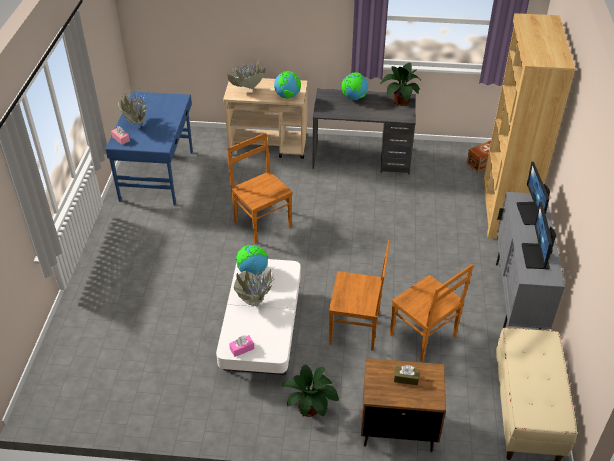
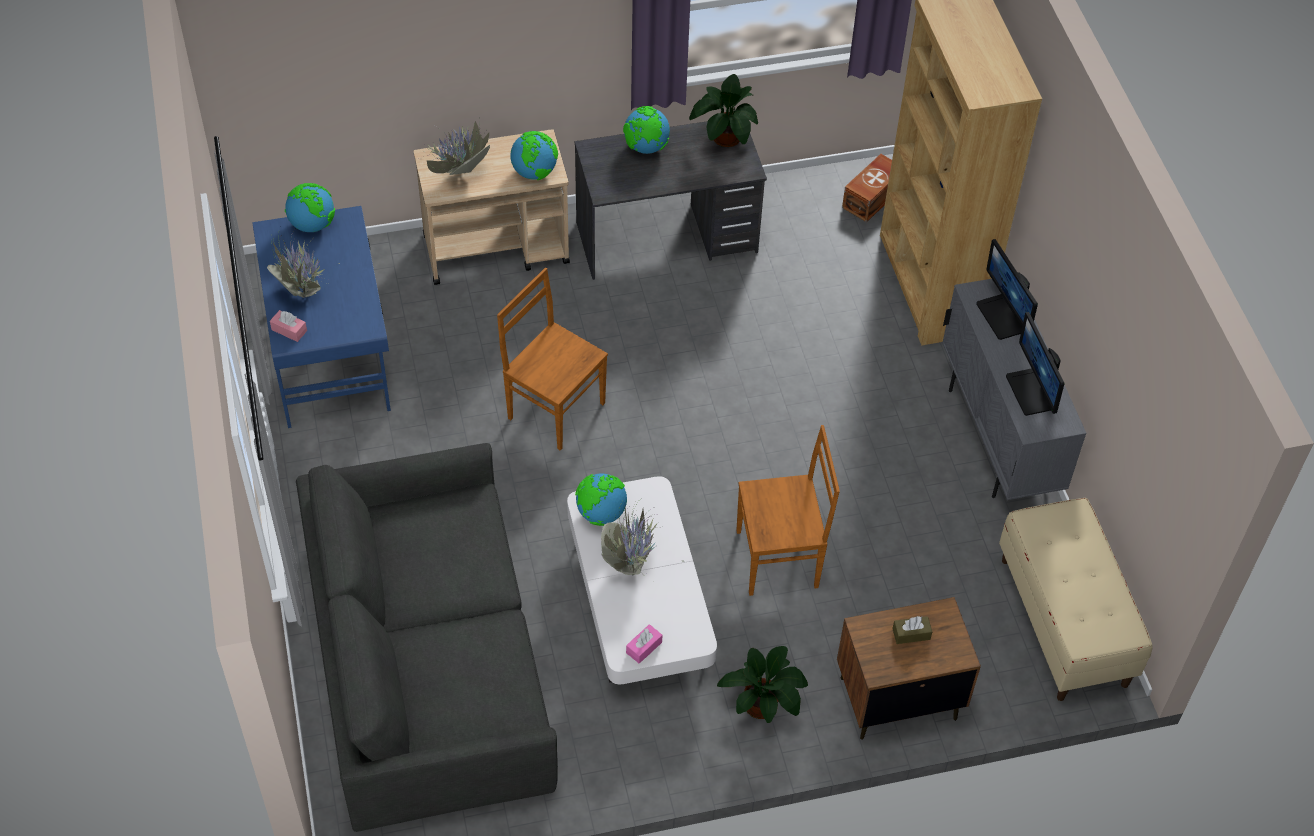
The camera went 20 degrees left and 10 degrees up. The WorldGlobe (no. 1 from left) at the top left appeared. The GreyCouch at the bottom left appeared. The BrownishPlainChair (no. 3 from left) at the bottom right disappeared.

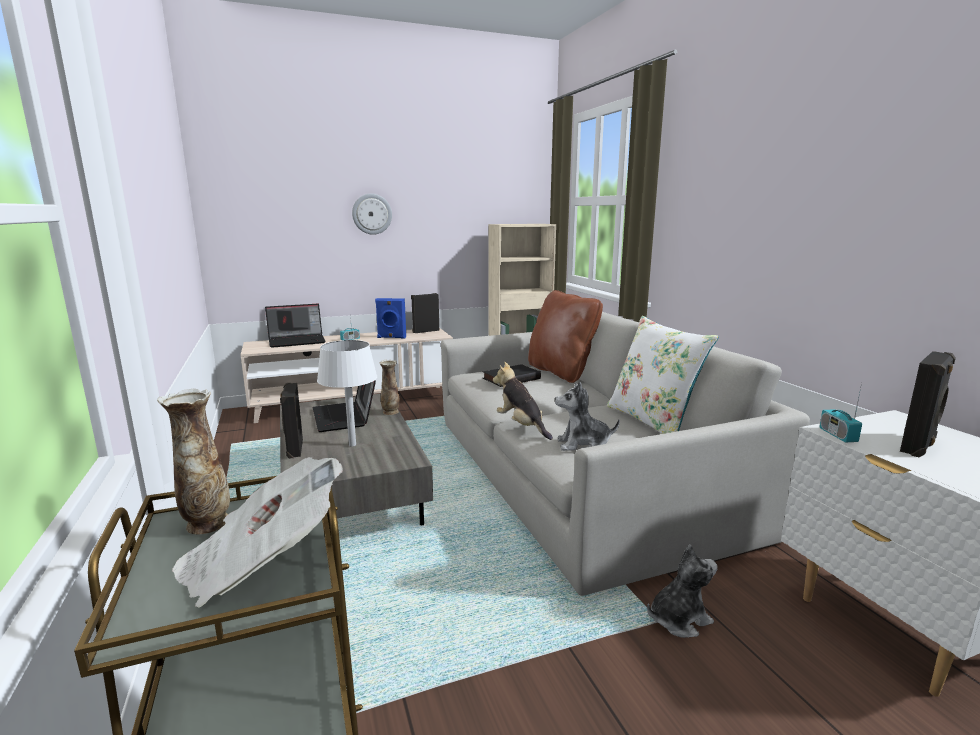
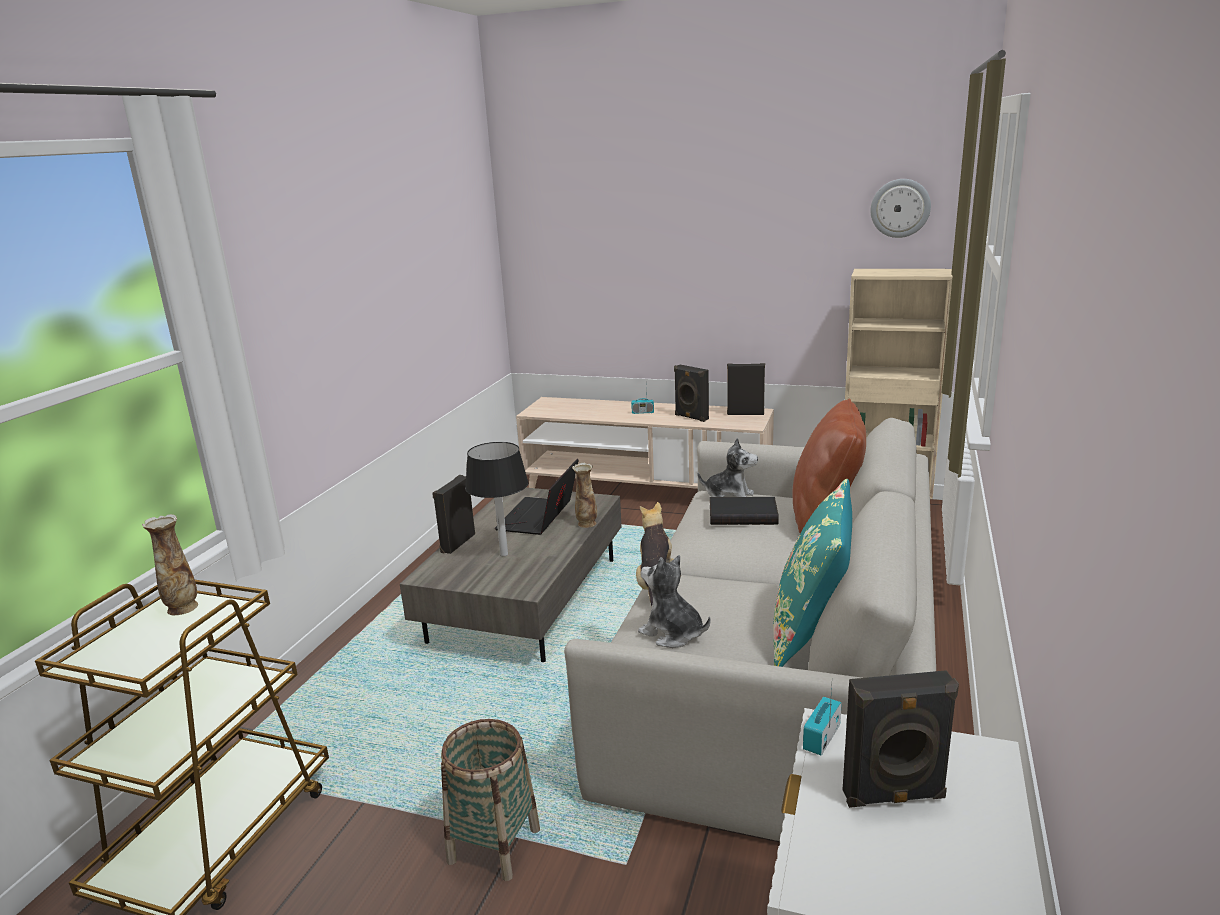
The camera went 40 degrees right and 5 degrees up. The StorageBasket at the bottom centre appeared. The WhitishTableLamp at the centre became the BlackishTableLamp at the centre. The BlueSpeaker at the centre became the BlackishSpeaker (no. 2 from left) at the centre. The CuddlyToy (no. 3 from left) moved from the bottom right to the centre. The WhitishThrowPillow at the middle right became the BlueGreenThrowPillow at the centre. The WallClock moved from the top centre to the top right. The DailyPaper at the bottom left disappeared. The Laptop (no. 1 from left) at the middle left disappeared.

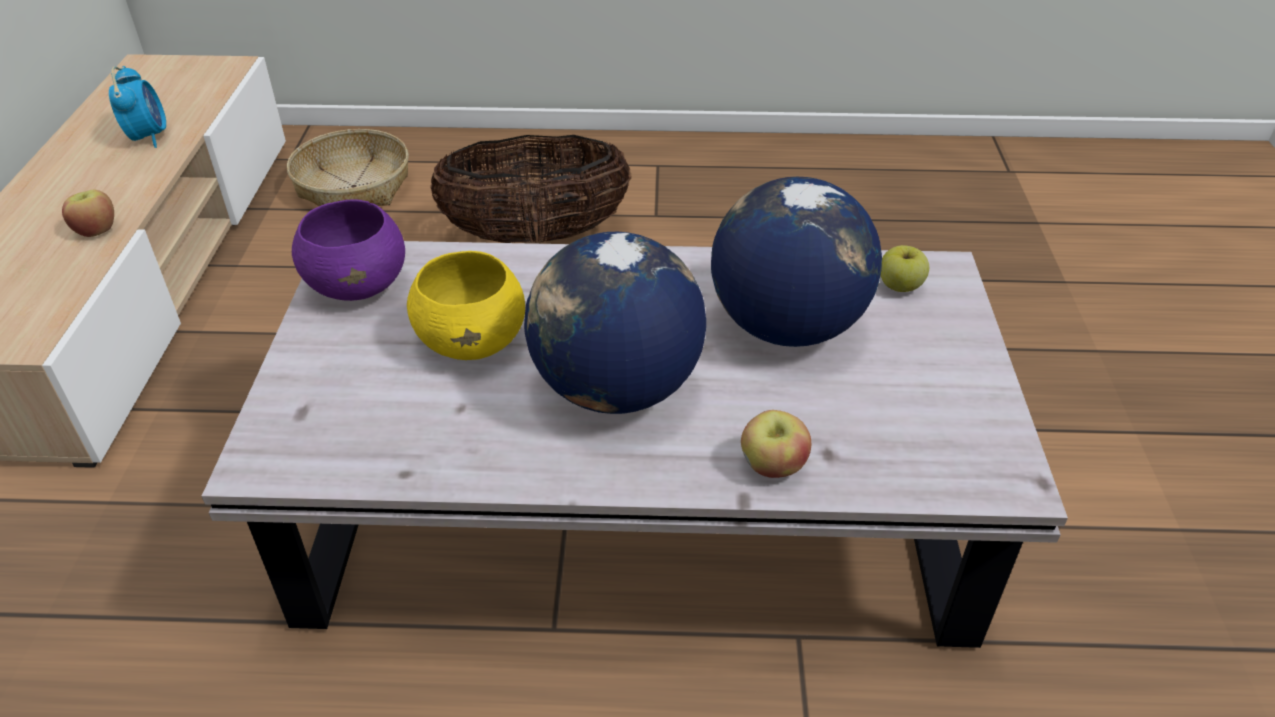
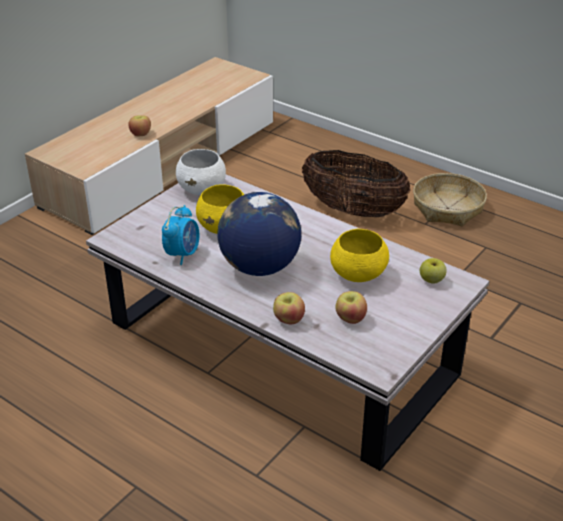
The camera went 35 degrees right and 5 degrees down. The BedsideClock moved from the top left to the middle left. The PurpleBowl at the middle left became the WhitishBowl at the top centre. The WorldGlobe (no. 2 from left) at the centre was replaced by the YellowColouredBowl (no. 2 from left) at the centre. The Apple (no. 3 from left) at the centre appeared. The StorageBasket (no. 1 from left in the first image) moved from the top left to the middle right.

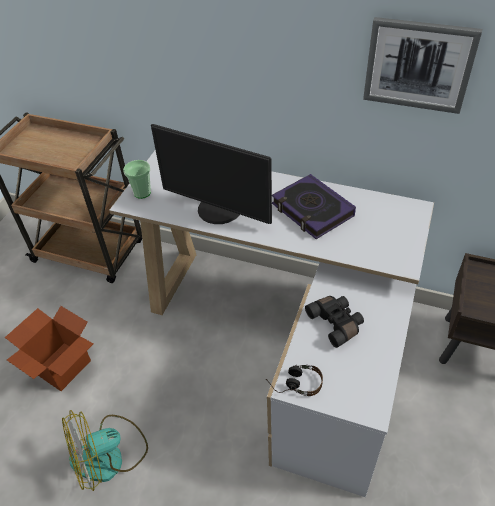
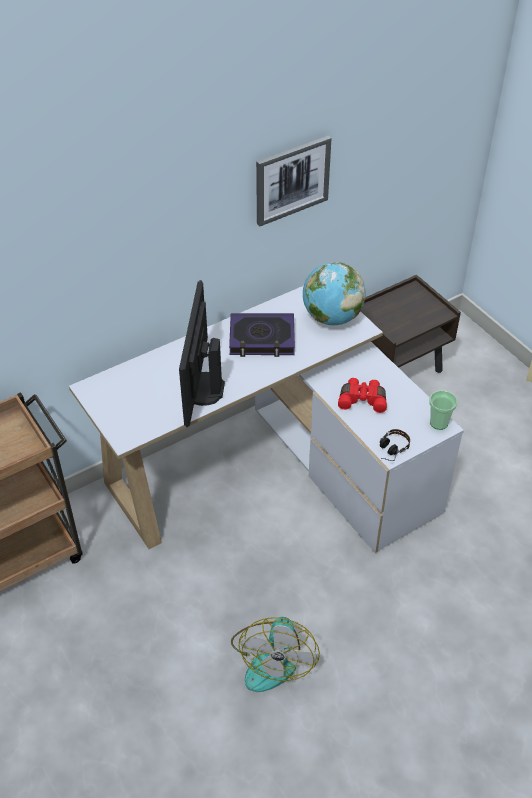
The camera went 55 degrees left and 0 degrees up. The ComputerScreen at the centre turned 120 degrees clockwise. The WorldGlobe at the centre appeared. The BlackishPairOfBinoculars at the middle right became the RedColouredPairOfBinoculars at the middle right. The DrinkingCup moved from the middle left to the middle right. The PackingBox at the bottom left disappeared.

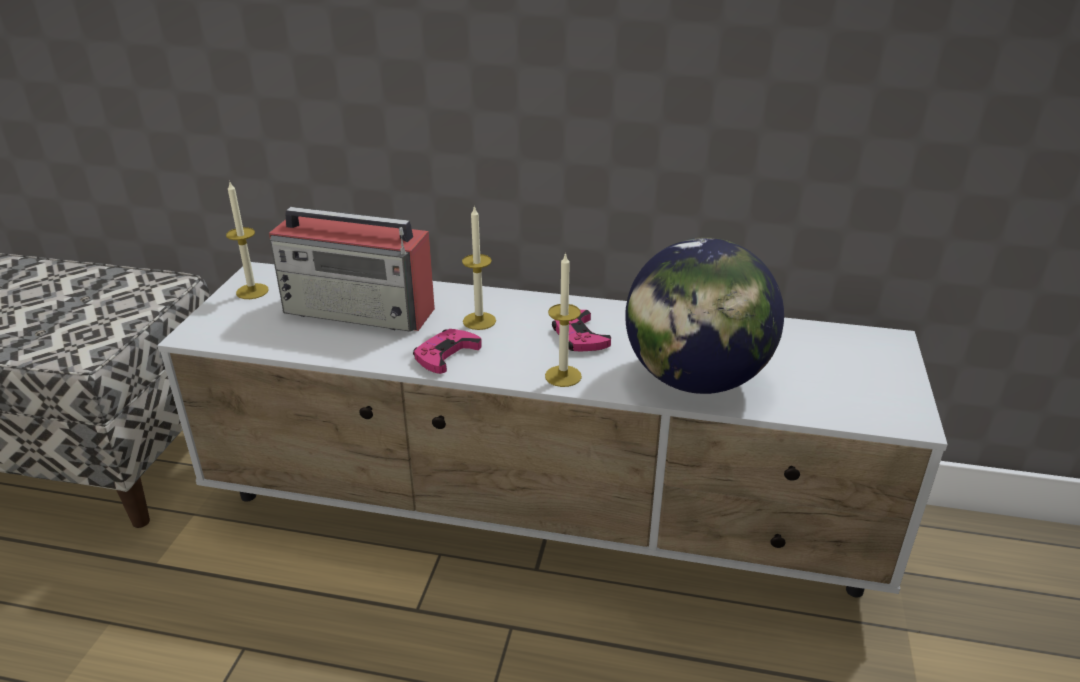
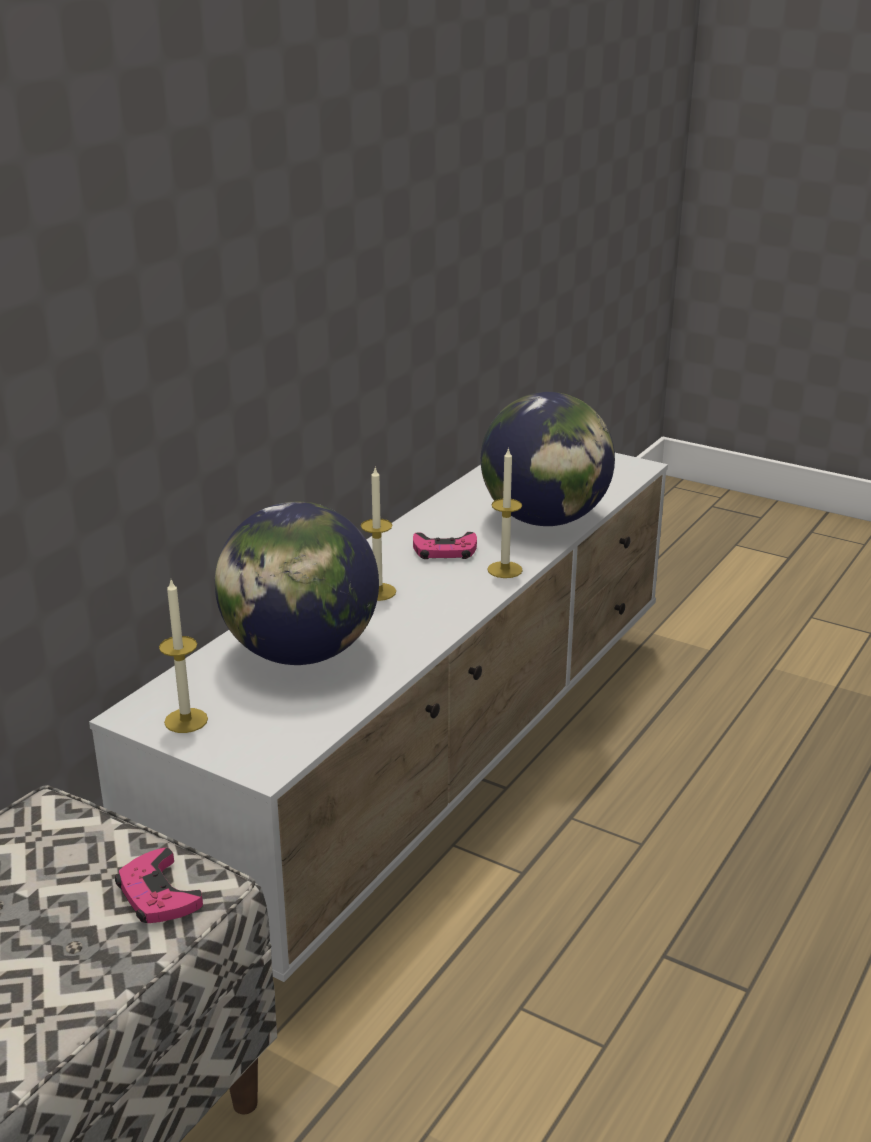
The camera went 70 degrees left and 5 degrees down. The PinkishJoypad (no. 1 from left) moved from the centre to the bottom left. The RadioSet at the middle left was replaced by the WorldGlobe (no. 1 from left) at the centre.

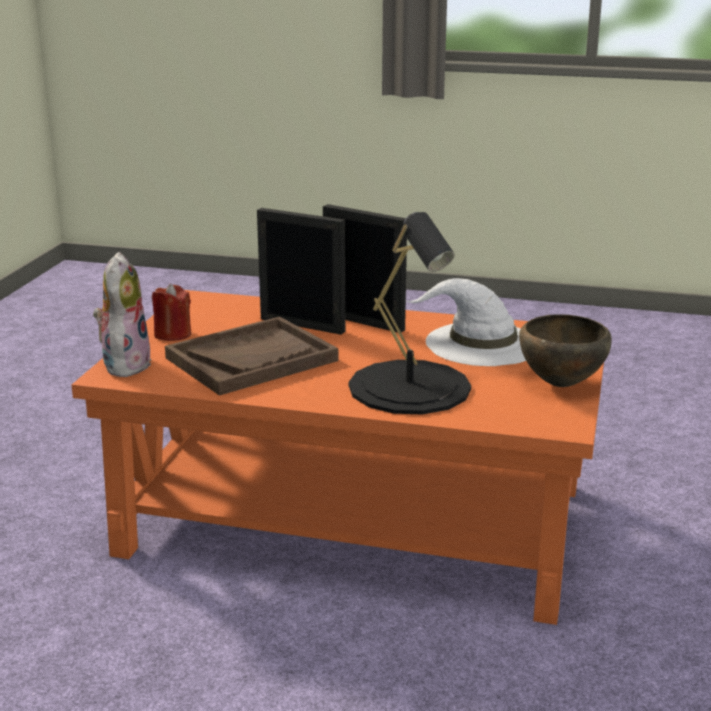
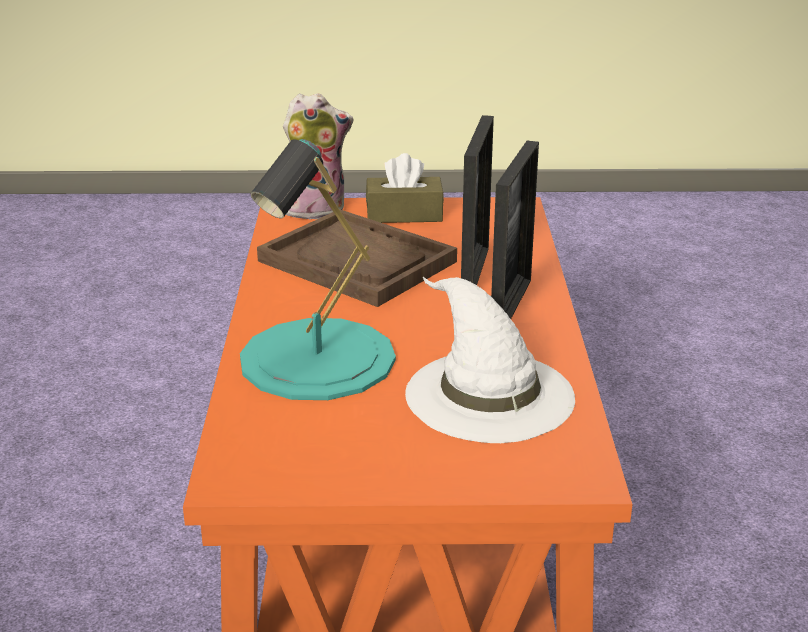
The camera went 75 degrees right and 5 degrees up. The BlackishTableLamp at the centre became the BlueGreenTableLamp at the centre. The RedColouredWaxLight at the middle left was replaced by the BrownishTissueHolder at the top centre. The BrownishBowl at the middle right disappeared.

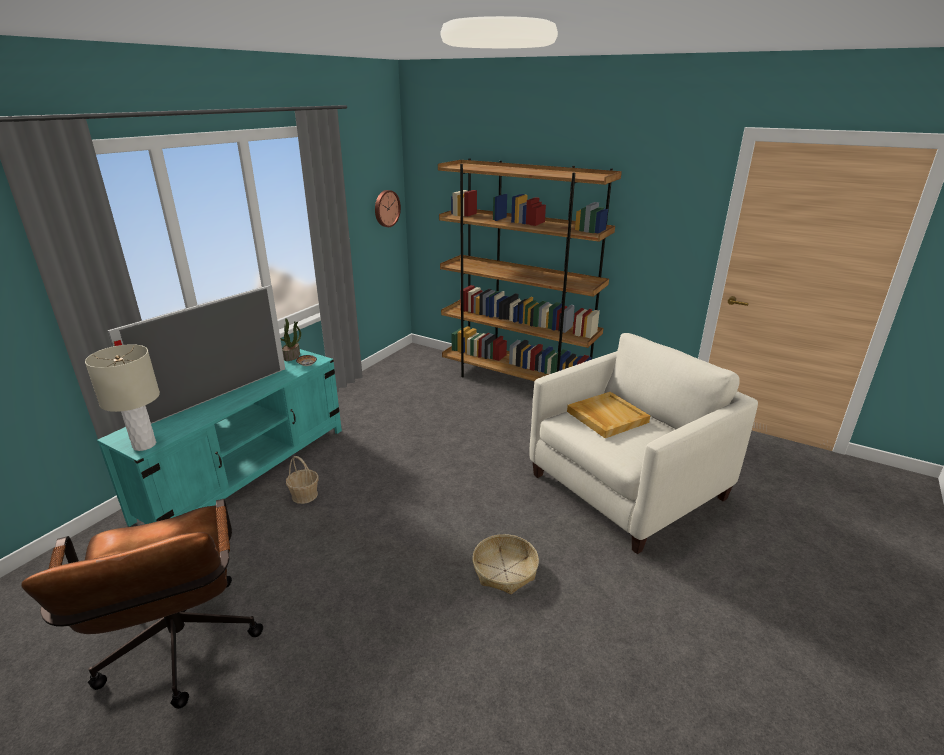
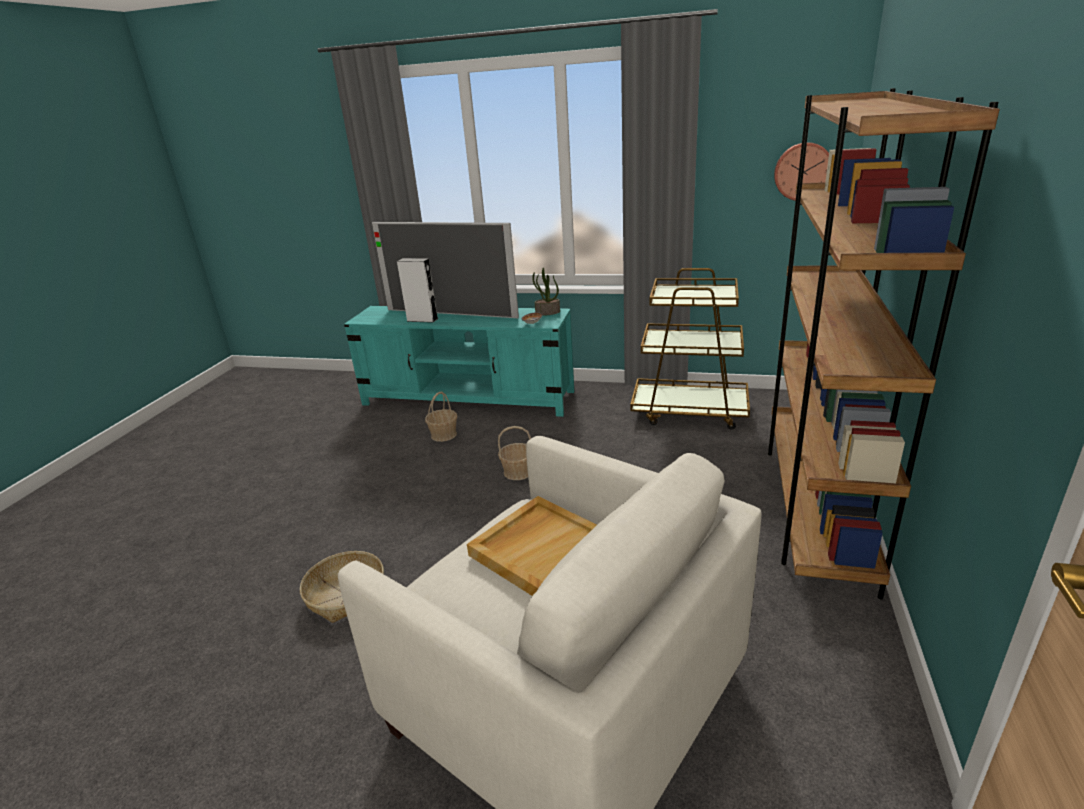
The camera went 75 degrees right and 0 degrees up. The WhitishSpeaker at the centre appeared. The StorageBasket (no. 3 from left) at the centre appeared. The BrownishTrolley at the centre appeared. The BrownishOfficeChair at the bottom left disappeared. The BeigeColouredTableLamp at the middle left disappeared.

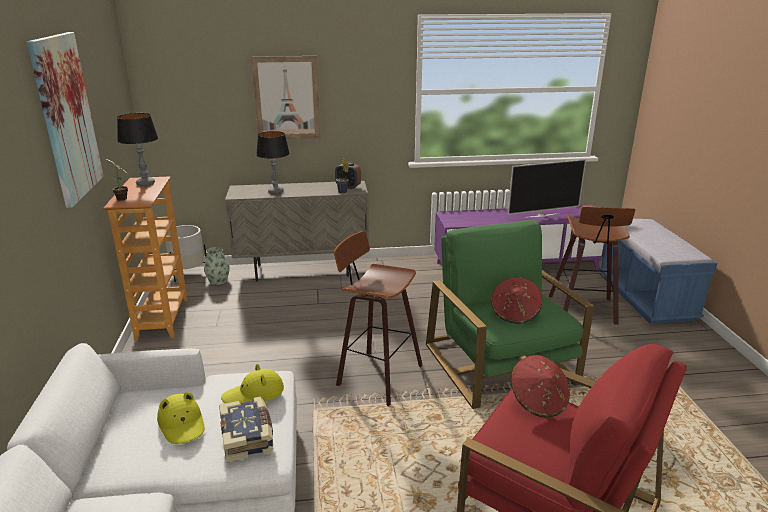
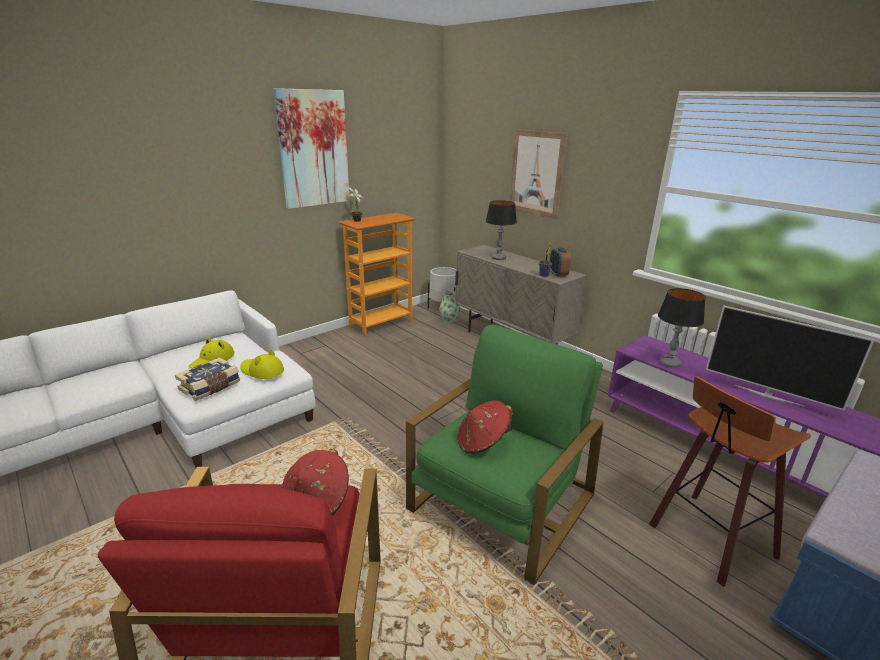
The camera went 55 degrees right and 0 degrees up. The TableLamp (no. 1 from left in the first image) moved from the top left to the middle right. The StoolSeat (no. 1 from left) at the centre disappeared.

